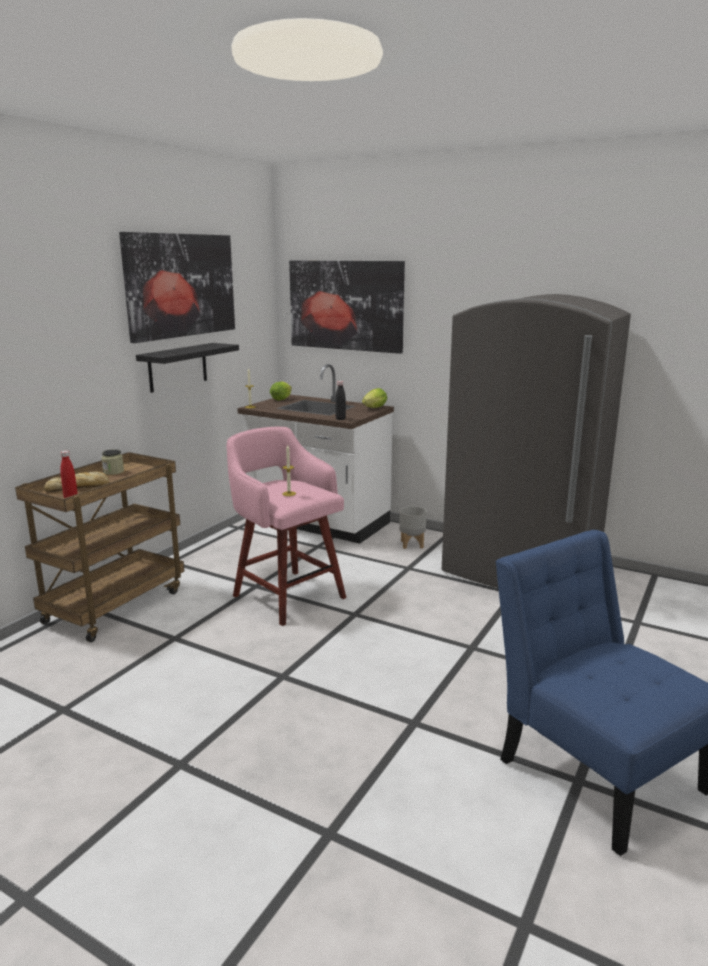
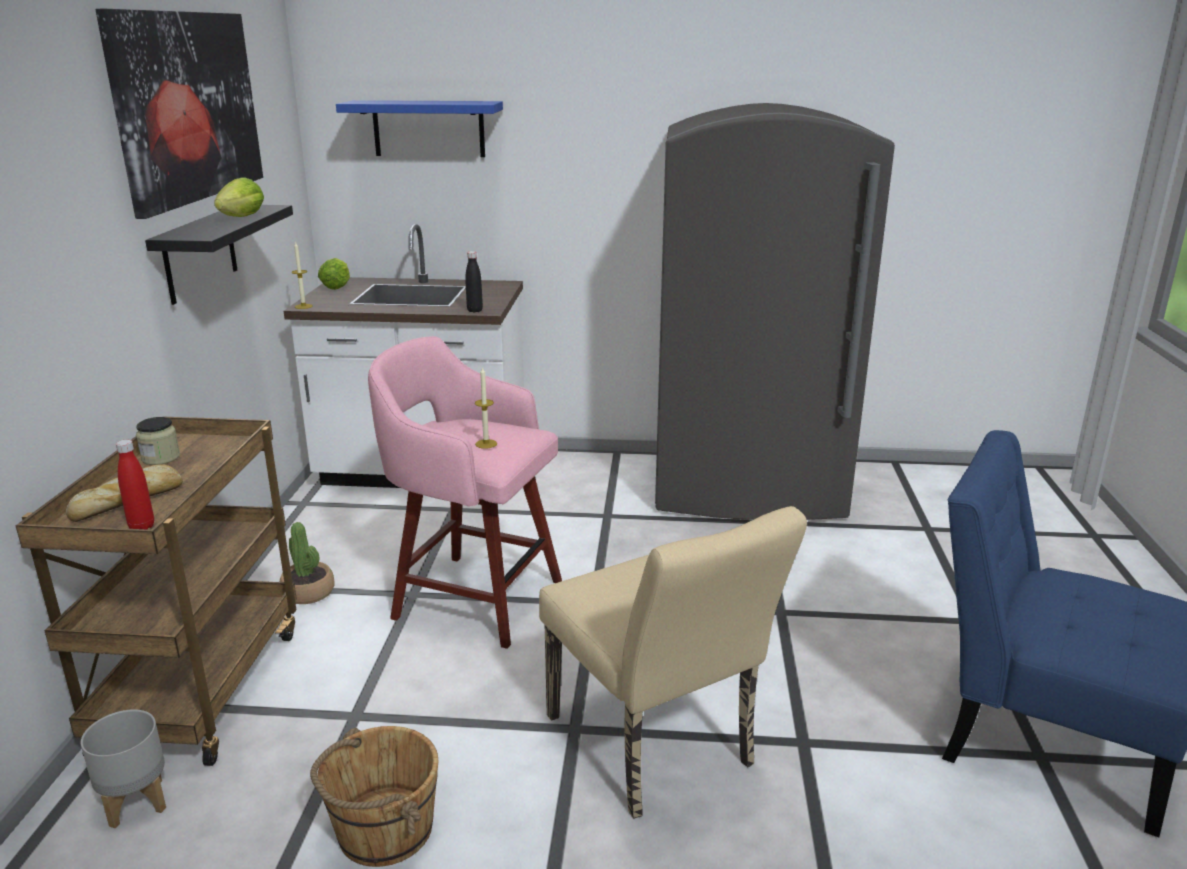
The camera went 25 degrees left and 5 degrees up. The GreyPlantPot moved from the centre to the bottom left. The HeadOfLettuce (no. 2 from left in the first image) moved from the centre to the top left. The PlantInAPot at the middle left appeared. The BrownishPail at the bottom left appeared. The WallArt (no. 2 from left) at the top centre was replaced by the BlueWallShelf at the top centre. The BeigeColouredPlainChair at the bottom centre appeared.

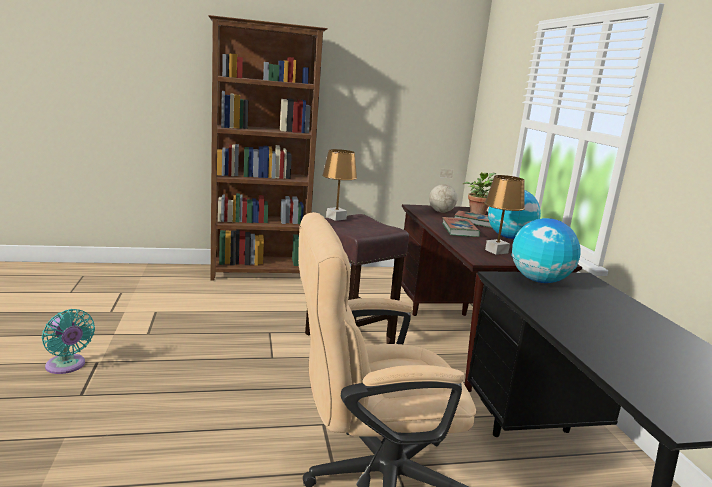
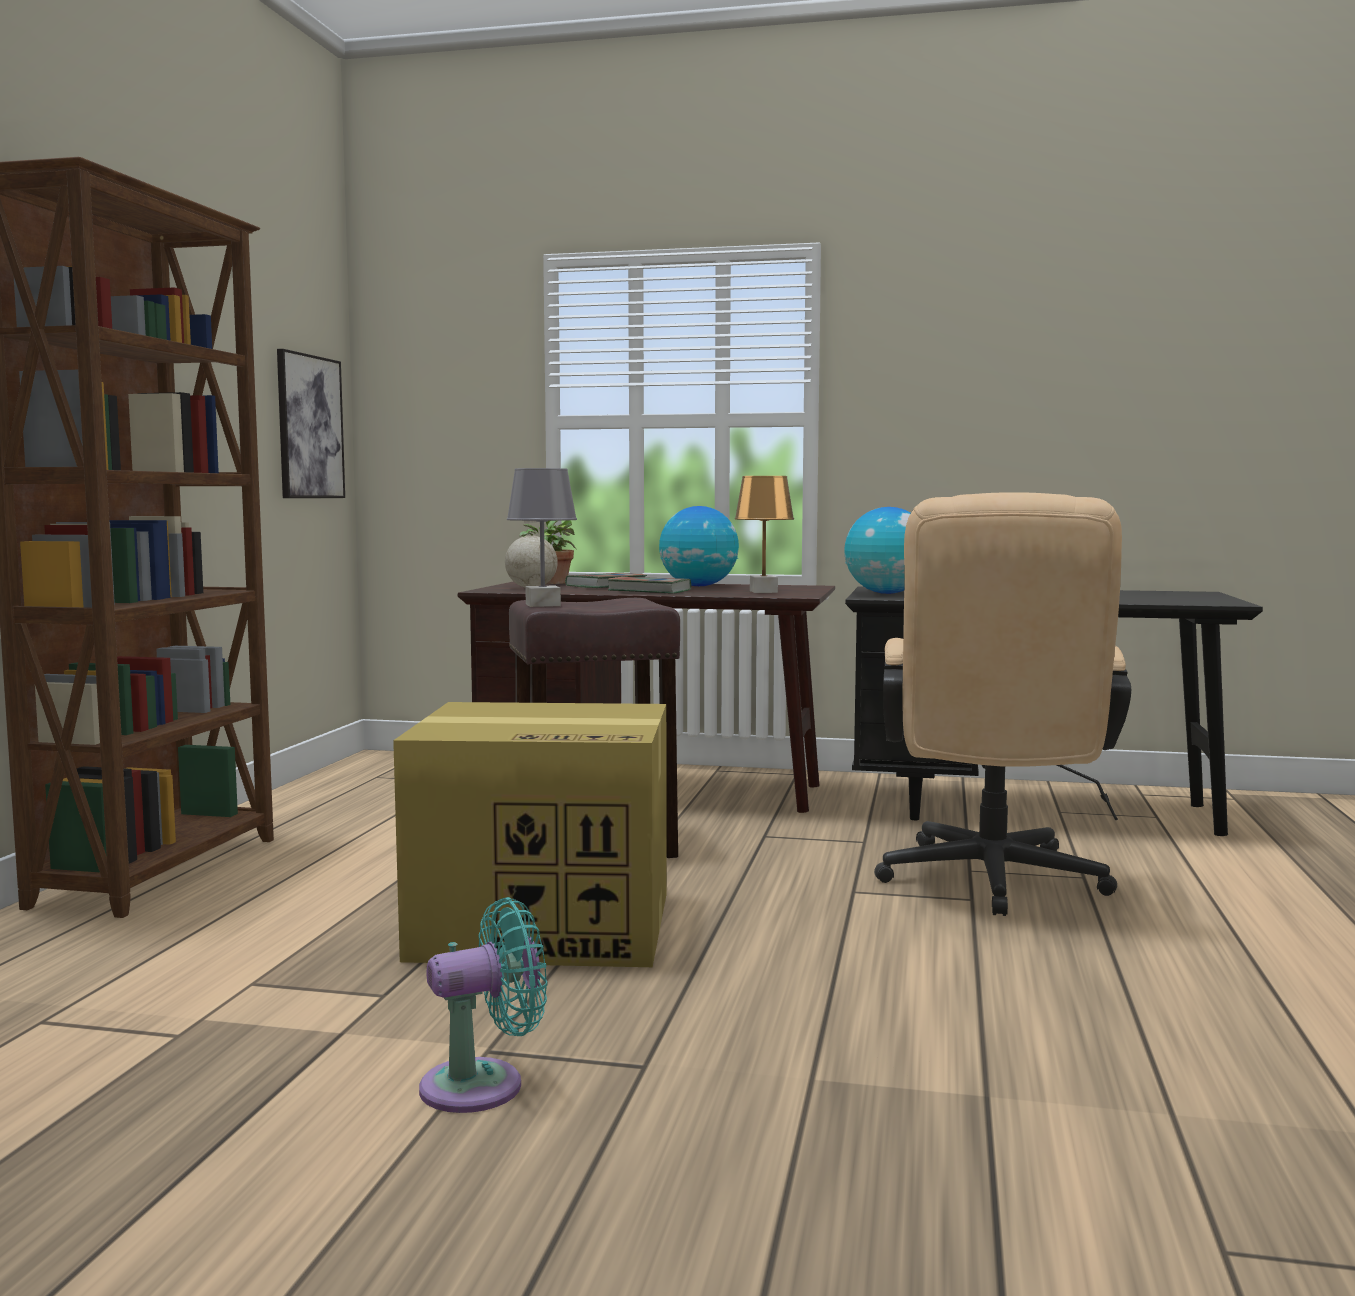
The camera went 65 degrees left and 10 degrees down. The WallArt at the top left appeared. The PackingBox at the centre appeared. The BrownishTableLamp (no. 1 from left) at the centre became the GreyTableLamp at the centre.

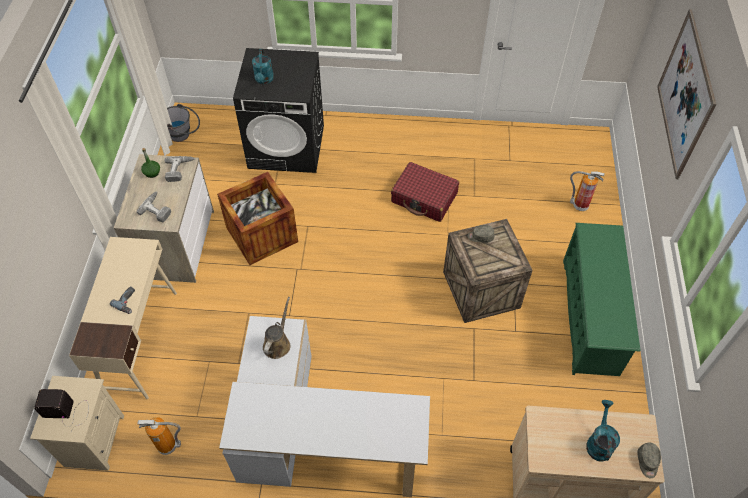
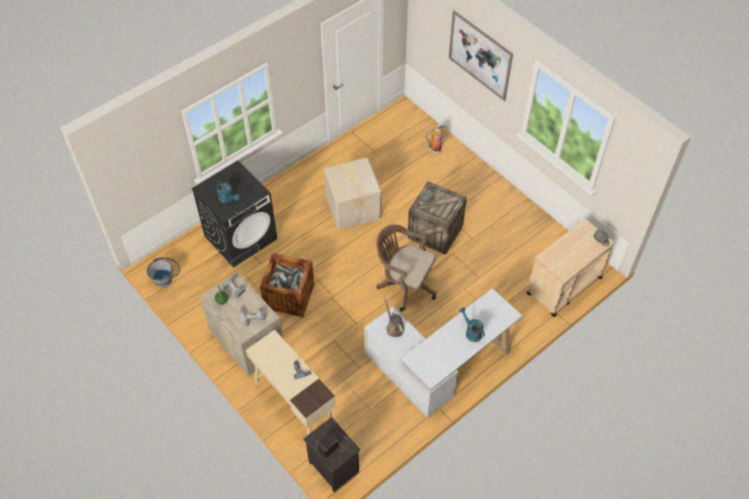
The camera went 45 degrees left and 0 degrees up. The BeigeColouredNightstand at the bottom left became the BlackishNightstand at the bottom centre. The RedColouredTravelCase at the centre was replaced by the PackingBox at the centre. The BrownishOfficeChair at the centre appeared. The BlueGreenSprinklingCan (no. 2 from left) moved from the bottom right to the centre. The FireFightingCylinder (no. 1 from left) at the bottom left disappeared. The GreenShoeStand at the middle right disappeared.

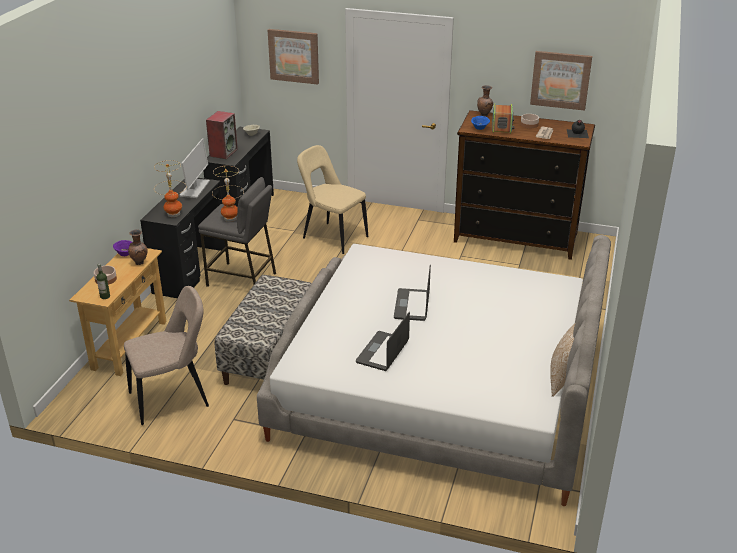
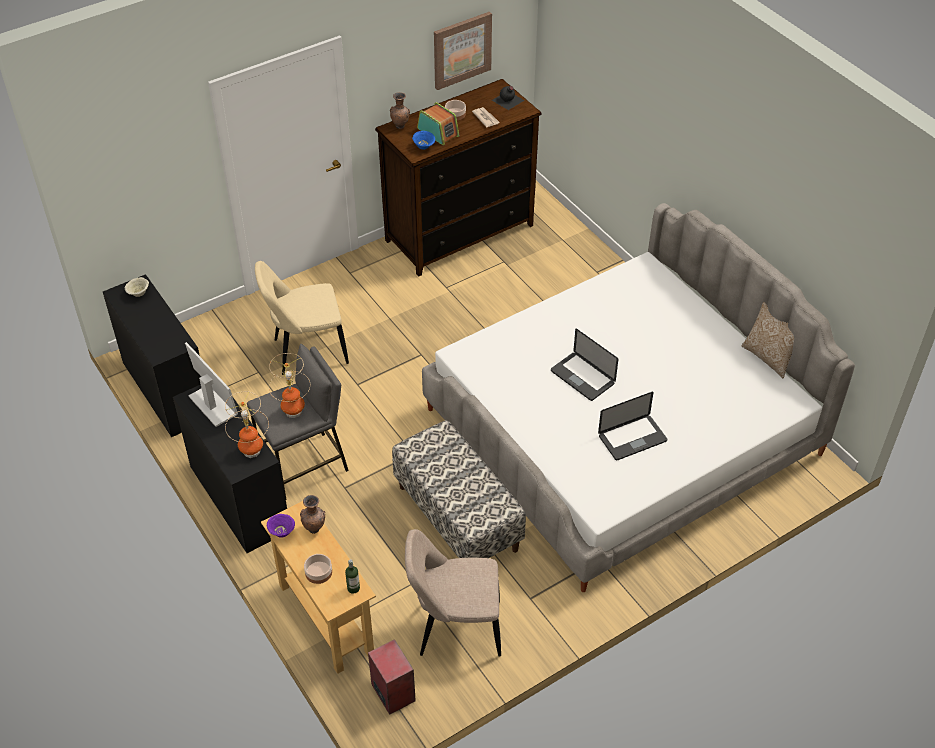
The camera went 50 degrees left and 15 degrees up. The Speaker moved from the top left to the bottom centre. The BeigeColouredPlainChair (no. 1 from left in the first image) at the middle left turned 105 degrees counterclockwise. The Laptop (no. 1 from left in the first image) at the centre turned 90 degrees counterclockwise. The WallArt (no. 1 from left) at the top centre disappeared.

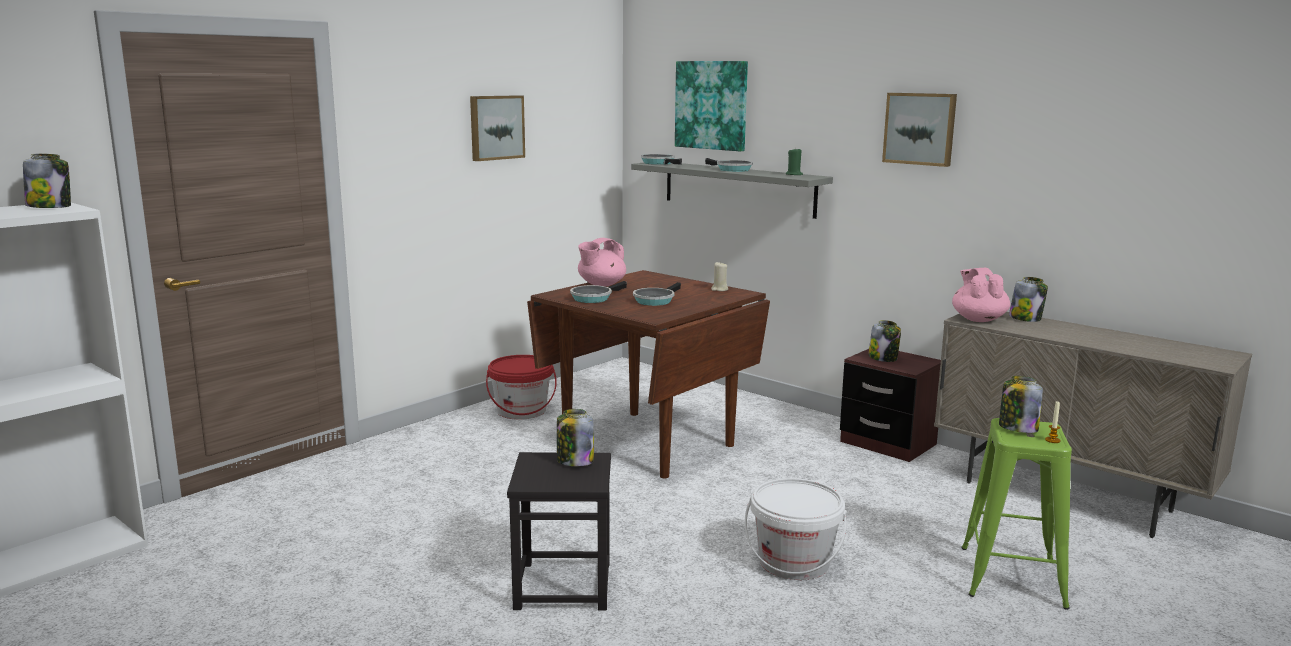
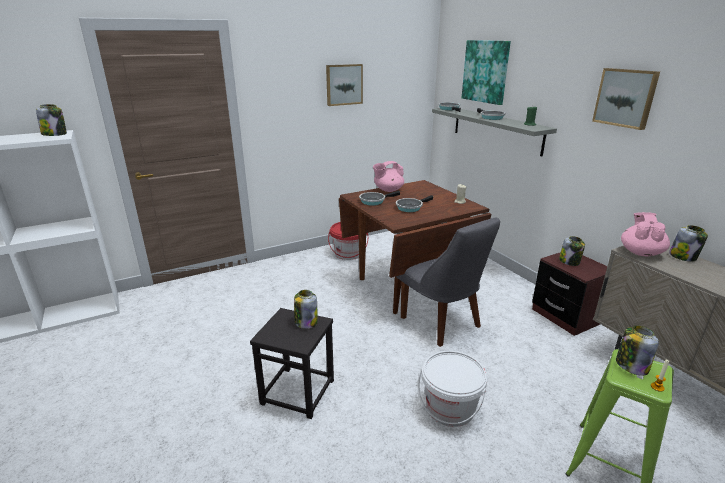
The camera went 20 degrees right and 10 degrees up. The GreyPlainChair at the centre appeared.

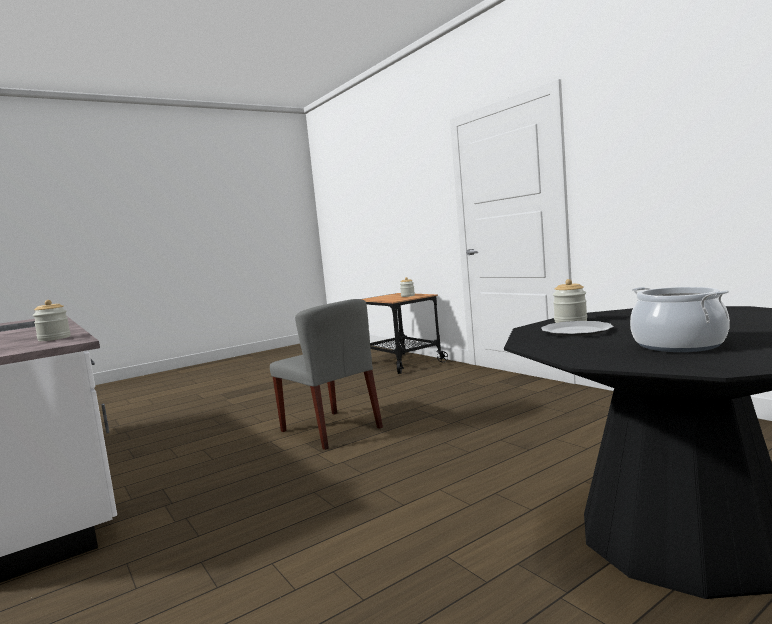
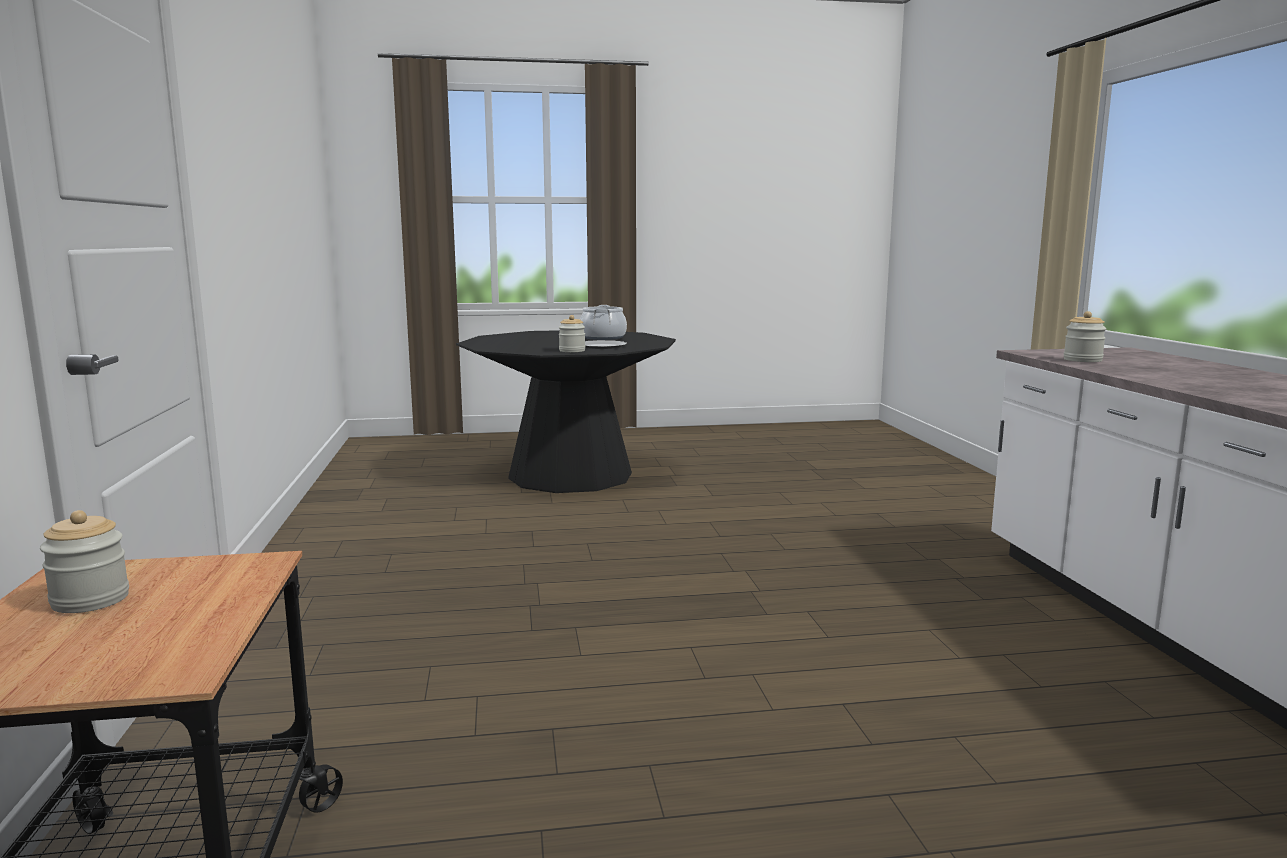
The camera went 155 degrees left and 5 degrees up. The GreyPlainChair at the centre disappeared.

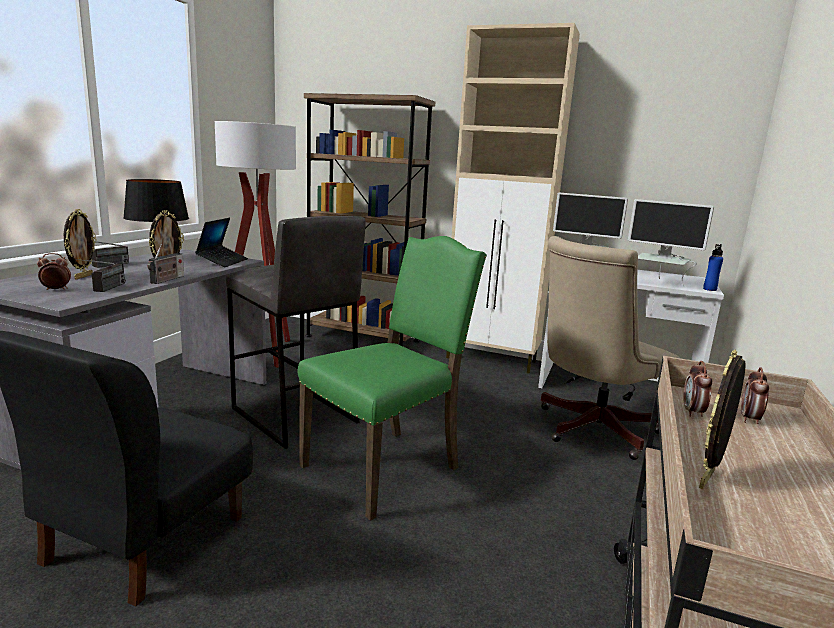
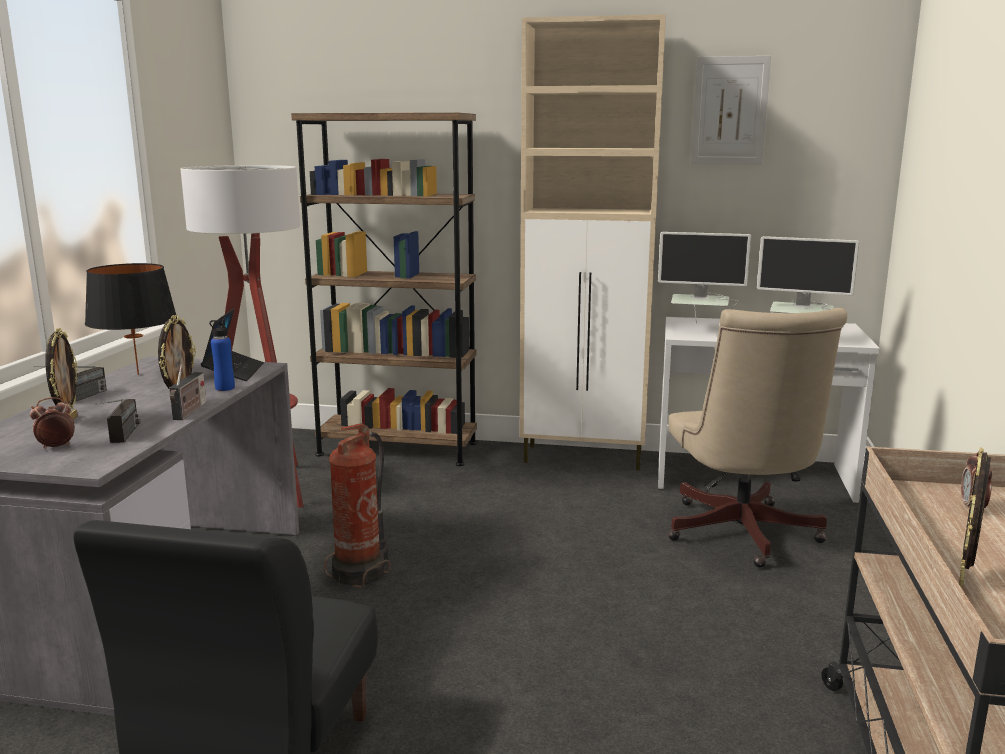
The camera went 10 degrees left and 0 degrees up. The BlueDrinkBottle moved from the middle right to the middle left. The GreyStoolSeat at the centre was replaced by the FireFightingCylinder at the bottom centre. The BeigeColouredOfficeChair at the middle right turned 45 degrees counterclockwise. The WallArt at the top right appeared. The GreenPlainChair at the centre disappeared. The BedsideClock (no. 2 from left) at the middle right disappeared.

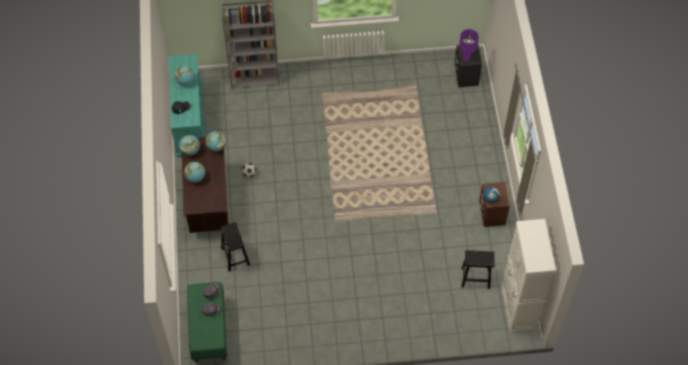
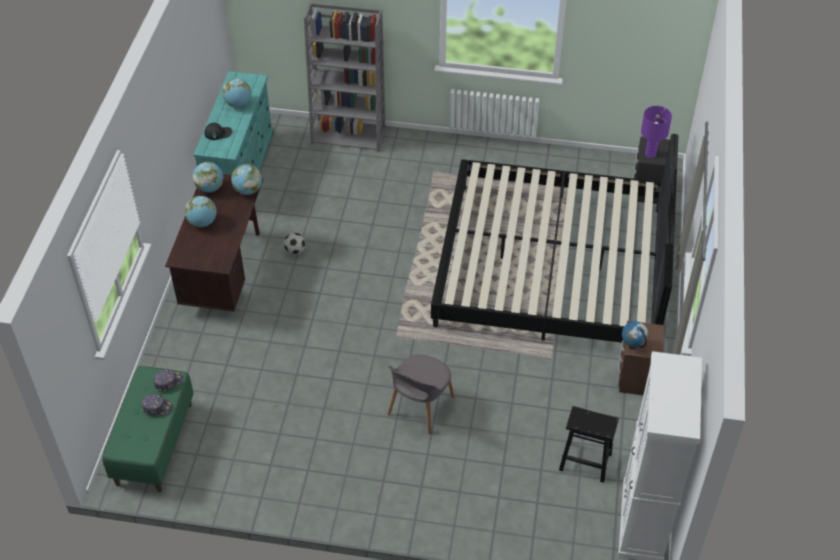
The camera went 15 degrees right and 10 degrees down. The GreyPlainChair at the bottom centre appeared. The SleepingBed at the centre appeared. The BlackishStoolSeat (no. 1 from left) at the bottom centre disappeared.

